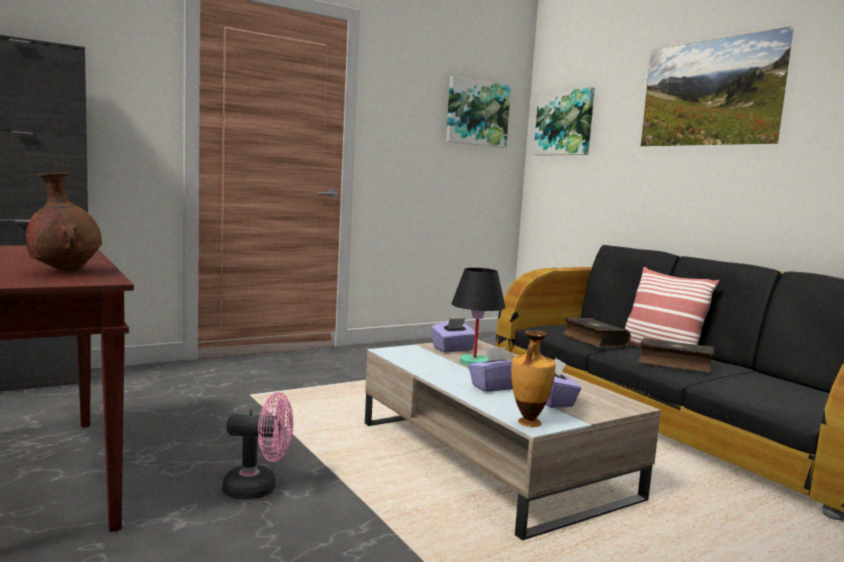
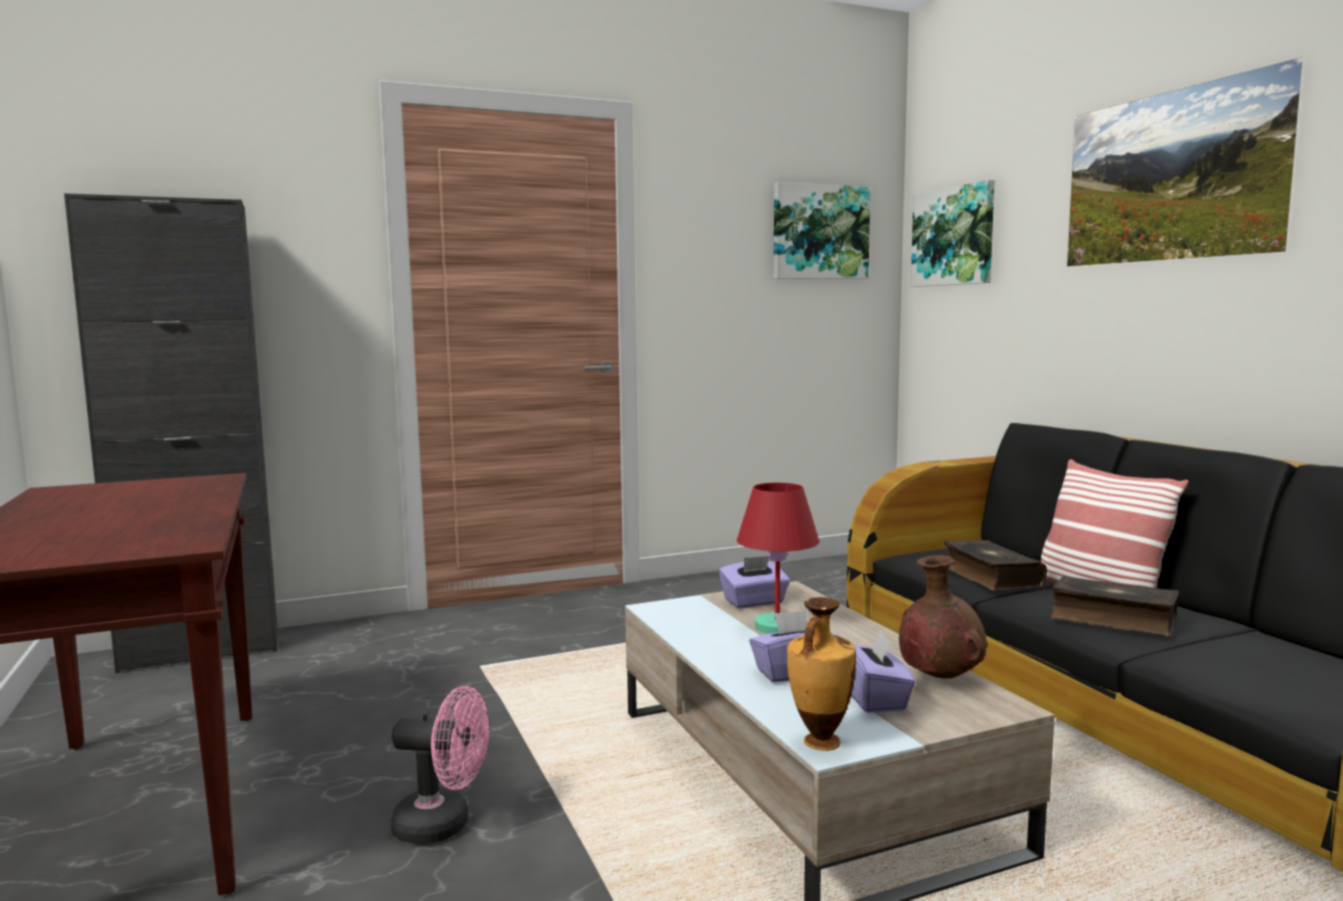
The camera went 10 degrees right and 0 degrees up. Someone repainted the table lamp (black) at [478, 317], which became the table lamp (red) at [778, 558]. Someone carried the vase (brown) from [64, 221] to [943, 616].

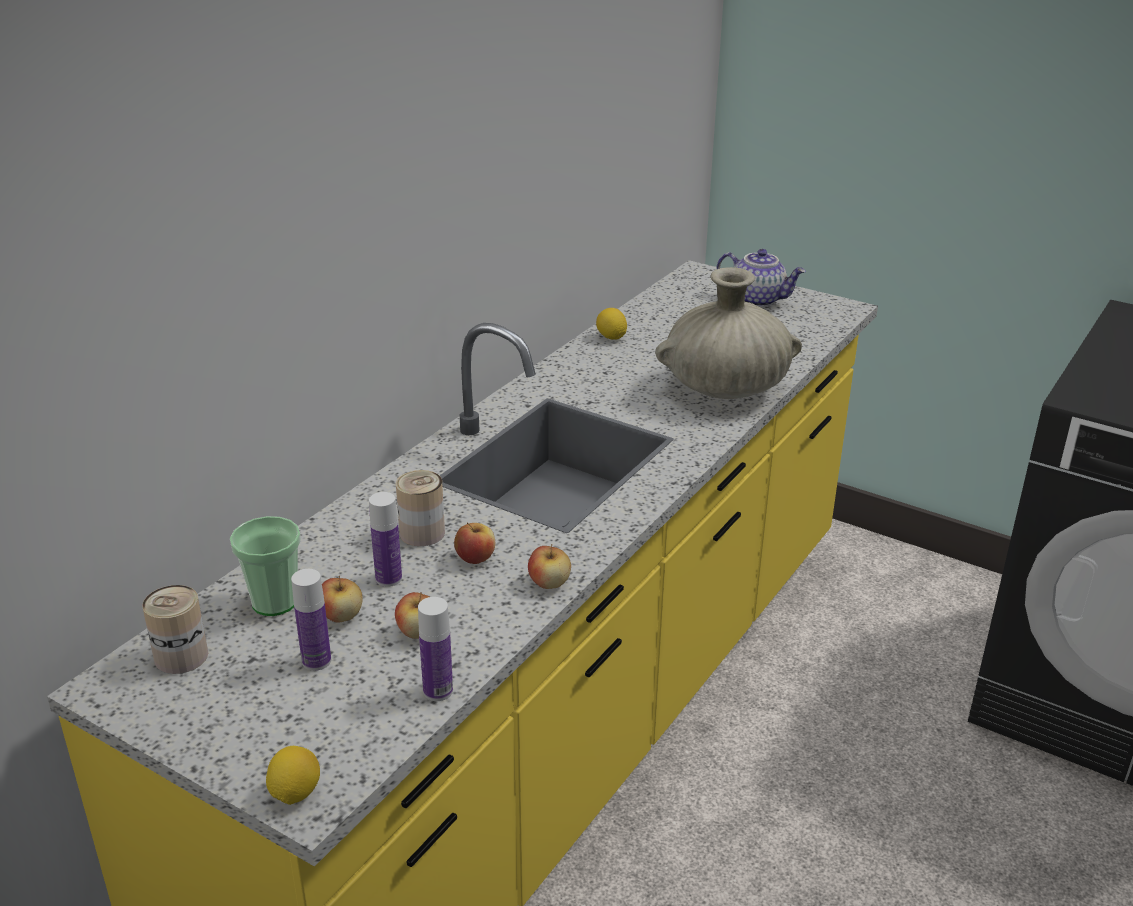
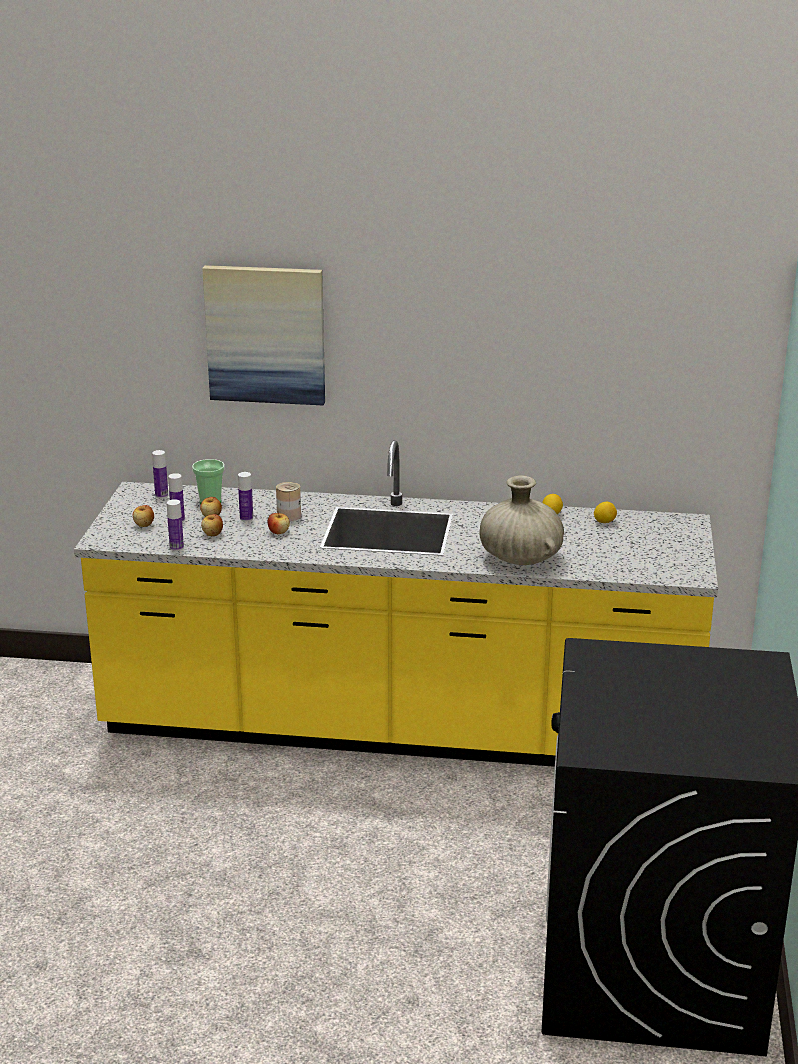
The camera went 65 degrees right and 5 degrees down. Someone carried the apple from [549, 566] to [143, 516]. Someone swapped the can at [175, 629] for the bottle at [160, 474]. Someone put up the picture at [263, 335]. Someone carried the lemon from [293, 775] to [605, 512]. Someone took away the teapot at [761, 278].

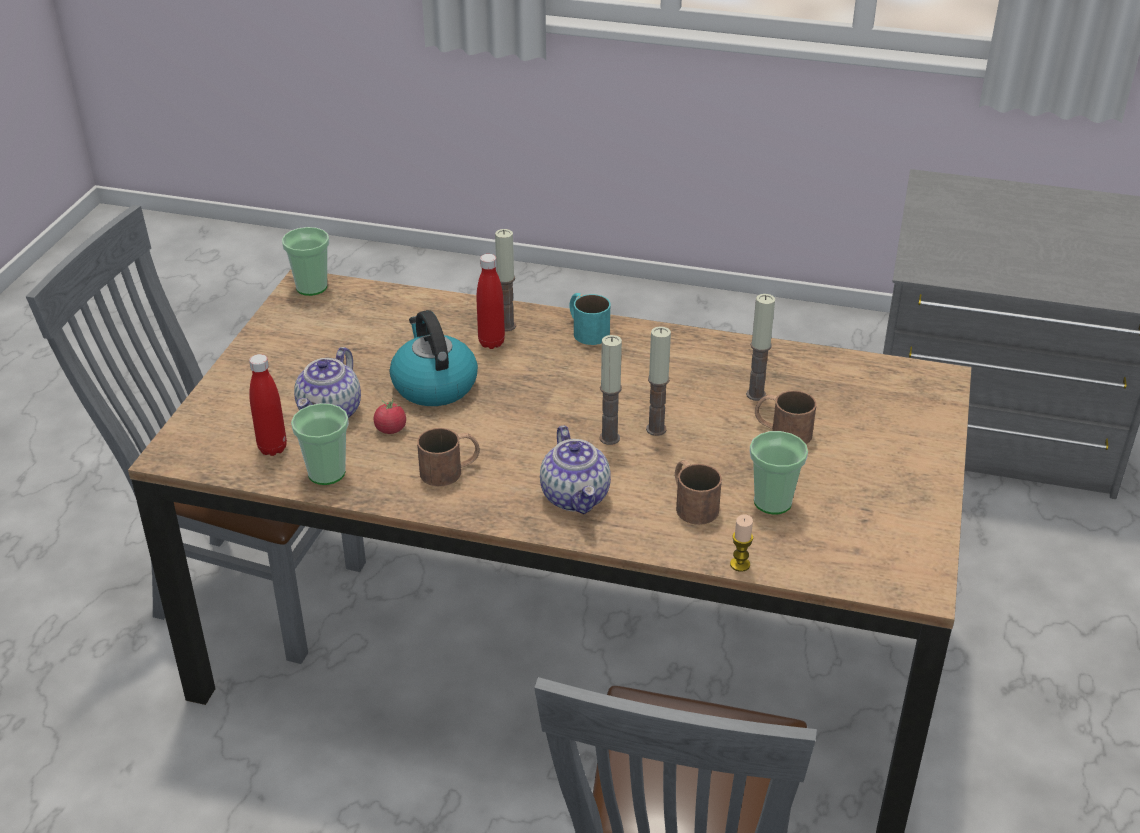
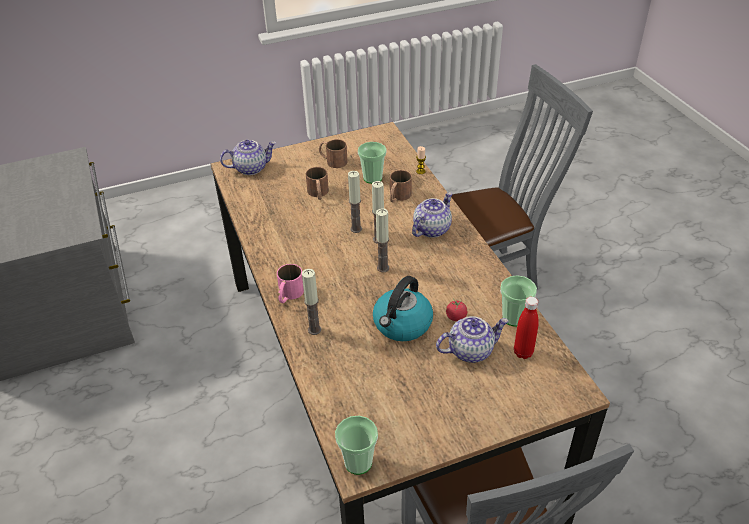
The camera went 125 degrees left and 5 degrees up. Someone put down the teapot at [248, 157]. Someone repainted the mug (turquoise) at [589, 319], which became the mug (pink) at [290, 283]. Someone carried the mug (brown) from [448, 457] to [333, 153]. Someone carried the candle from [760, 347] to [382, 240]. Someone took away the bottle (red) at [490, 301].

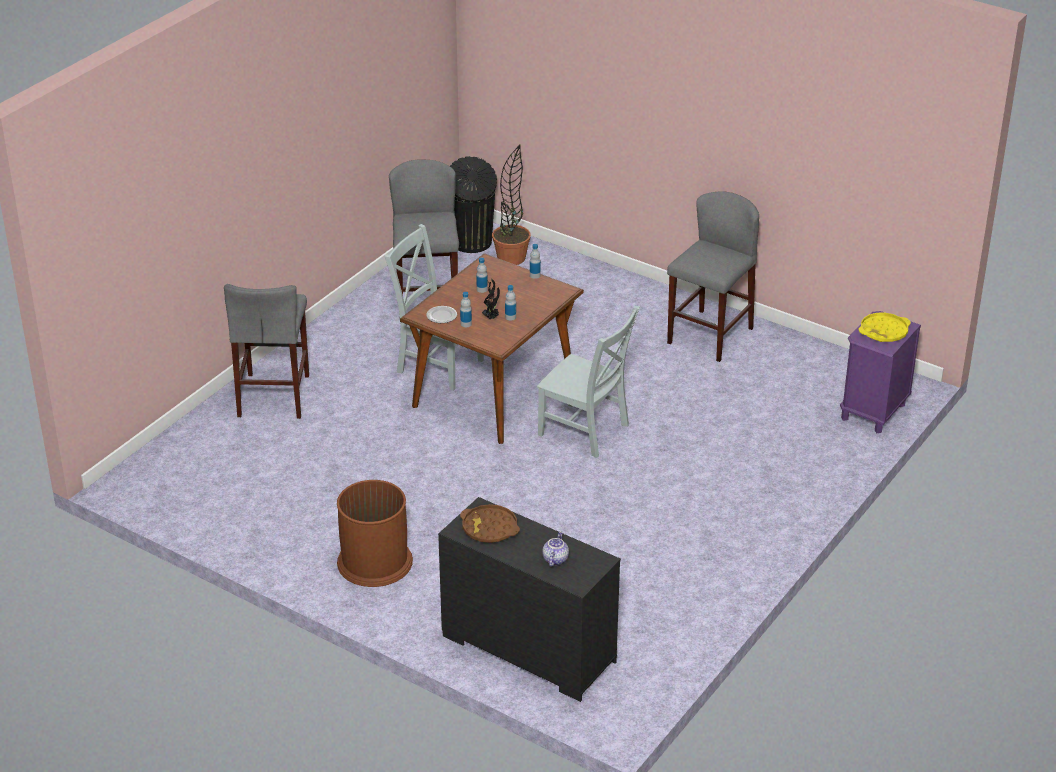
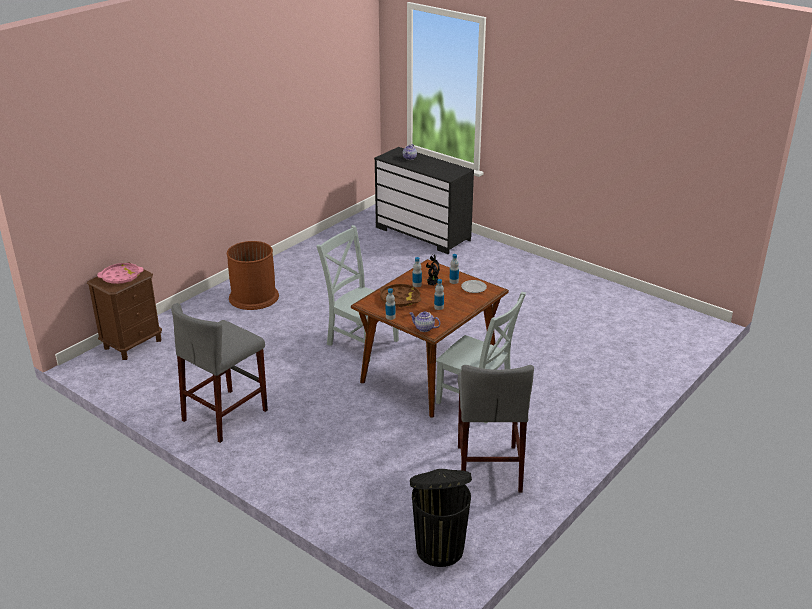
The camera went 175 degrees left and 5 degrees down. Someone repainted the nightstand (purple) at [880, 372], which became the nightstand (brown) at [124, 311]. Someone repainted the tray (yellow) at [885, 327], which became the tray (pink) at [120, 273]. Someone carried the trash can (brown) from [375, 533] to [253, 275]. Someone carried the tray (brown) from [490, 523] to [400, 295]. Someone put down the teapot at [424, 321]. Someone took away the stool (grey) at [266, 351]. Someone took away the potted plant at [511, 205].

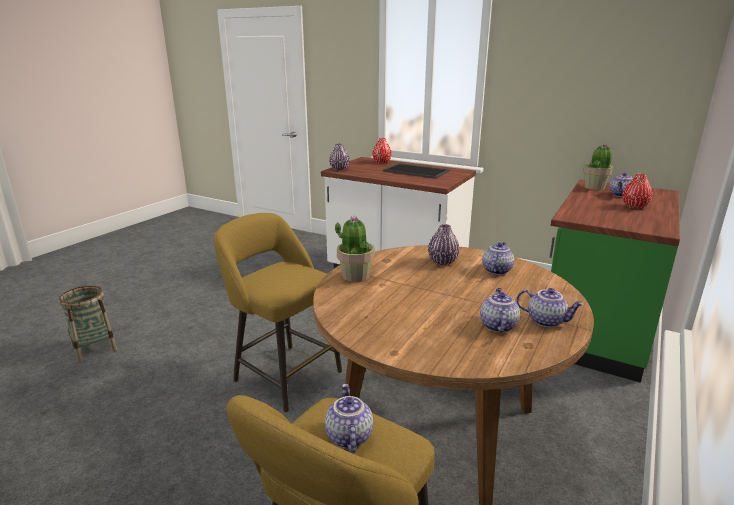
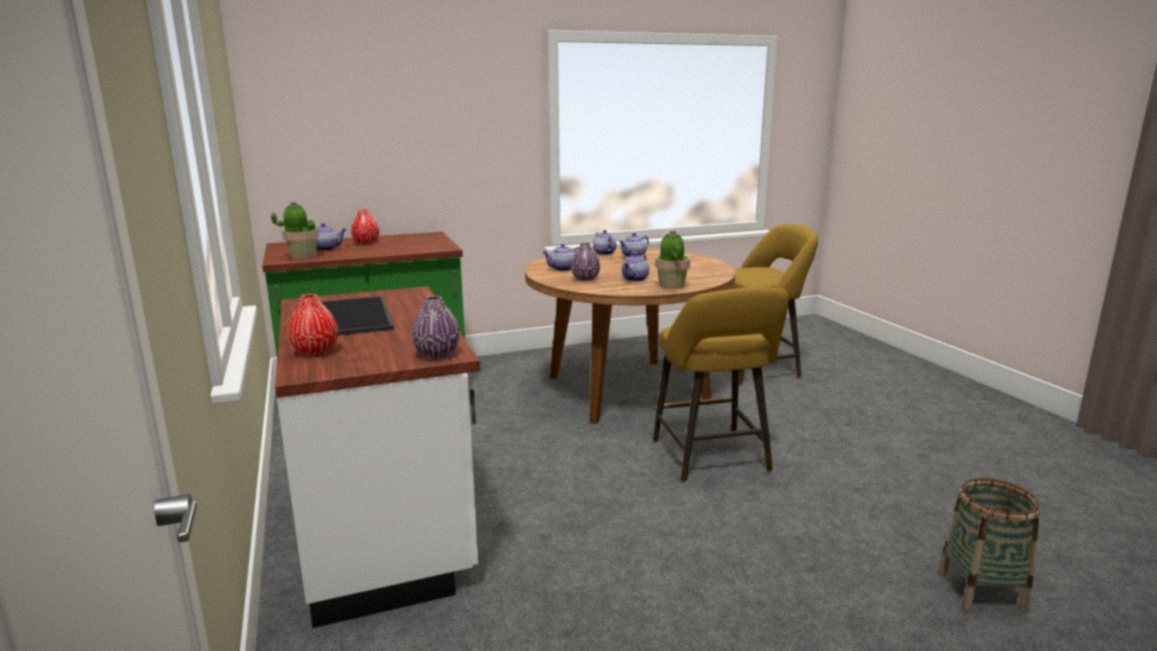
The camera went 140 degrees left and 5 degrees down. Someone carried the teapot from [349, 419] to [635, 267].

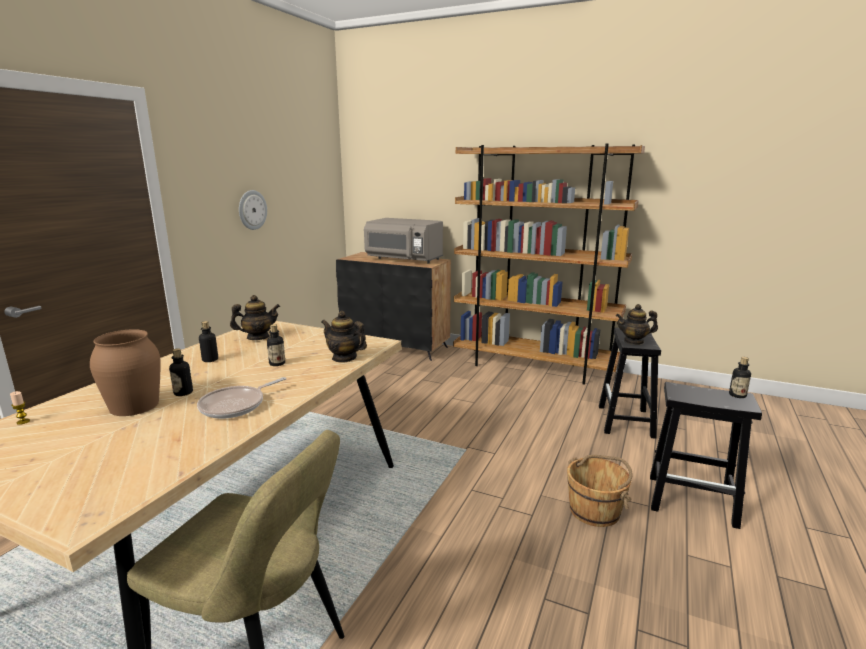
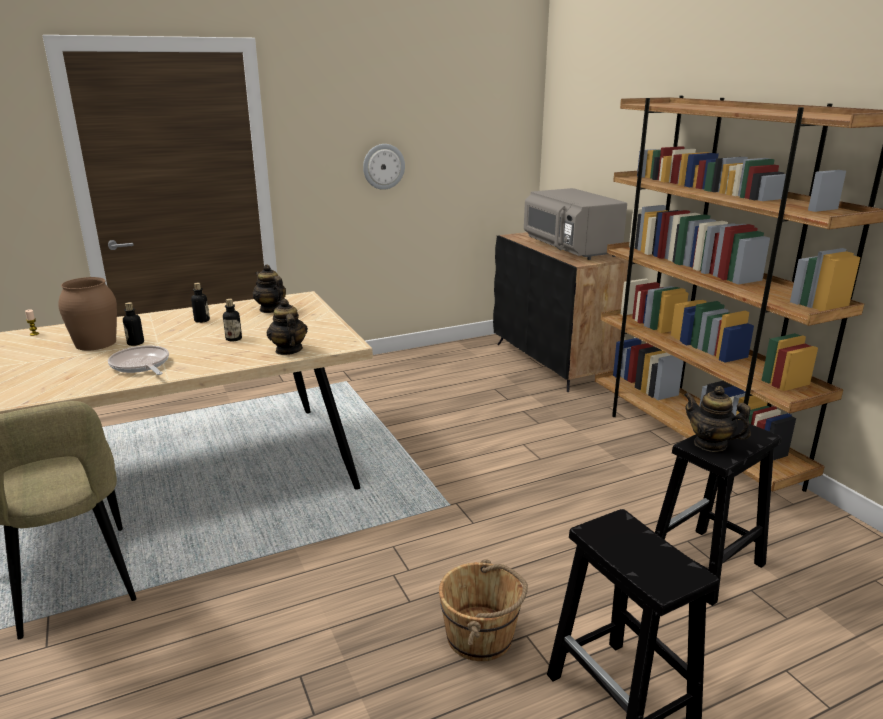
The camera went 40 degrees right and 5 degrees up. Someone rotated the frying pan at [241, 398] by 60 degrees clockwise. Someone rotated the teapot at [255, 317] by 150 degrees counterclockwise. Someone took away the bottle at [740, 377].

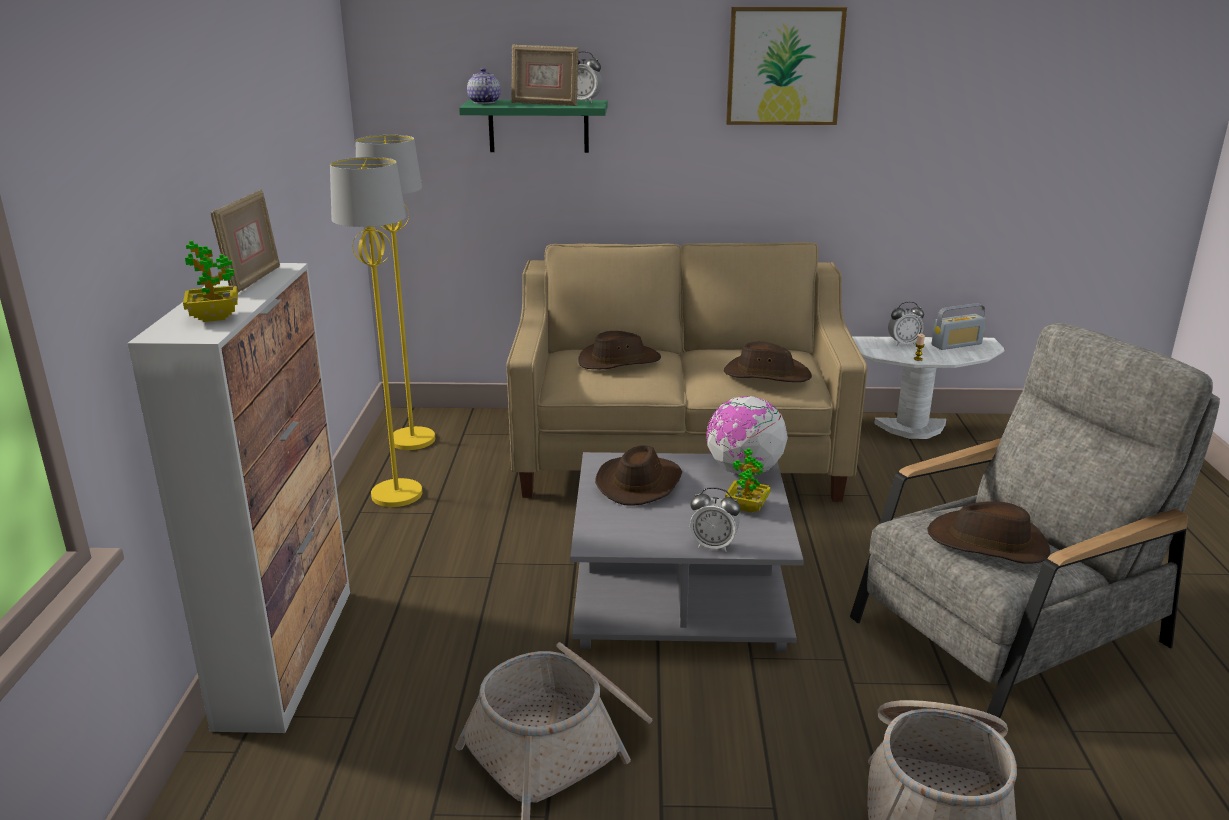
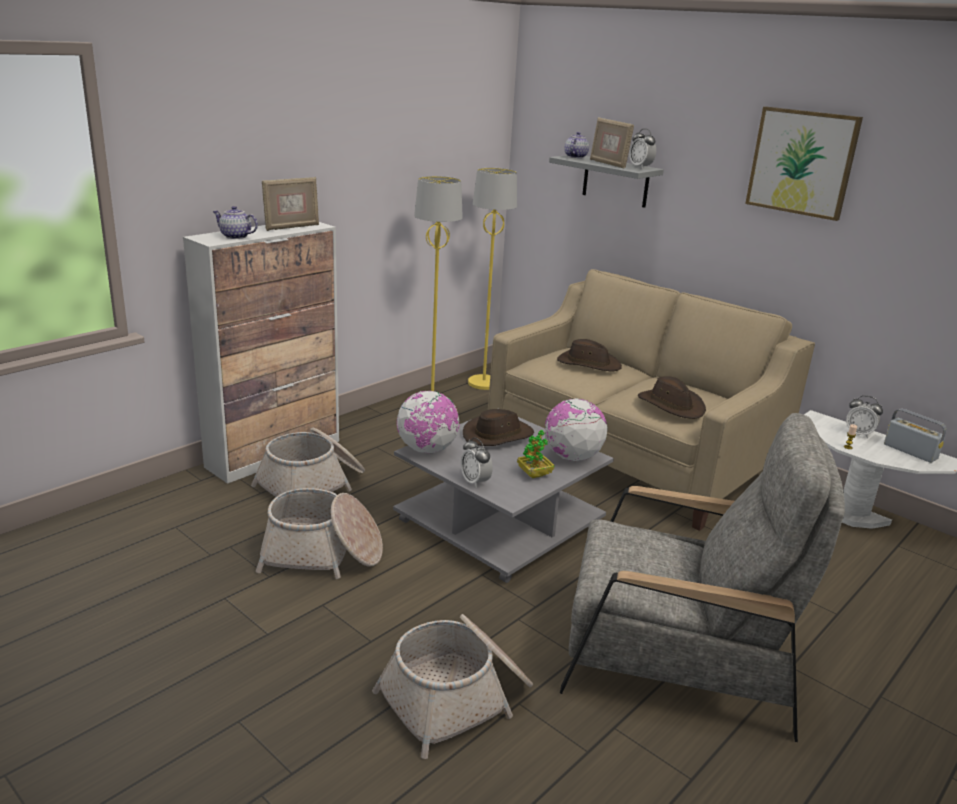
The camera went 40 degrees right and 0 degrees up. Someone swapped the potted plant at [210, 281] for the teapot at [235, 222]. Someone put down the basket at [308, 462]. Someone put down the globe at [428, 422]. Someone repainted the shelf (green) at [533, 126], which became the shelf (grey) at [606, 181]. Someone rotated the radio at [958, 326] by 150 degrees counterclockwise. Someone took away the hat (brown) at [989, 532].

